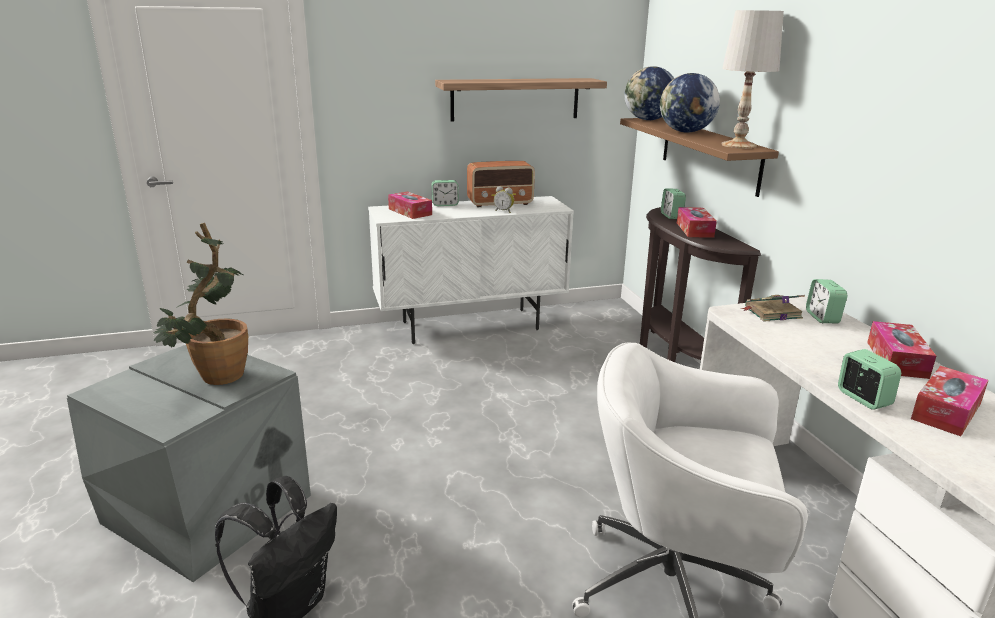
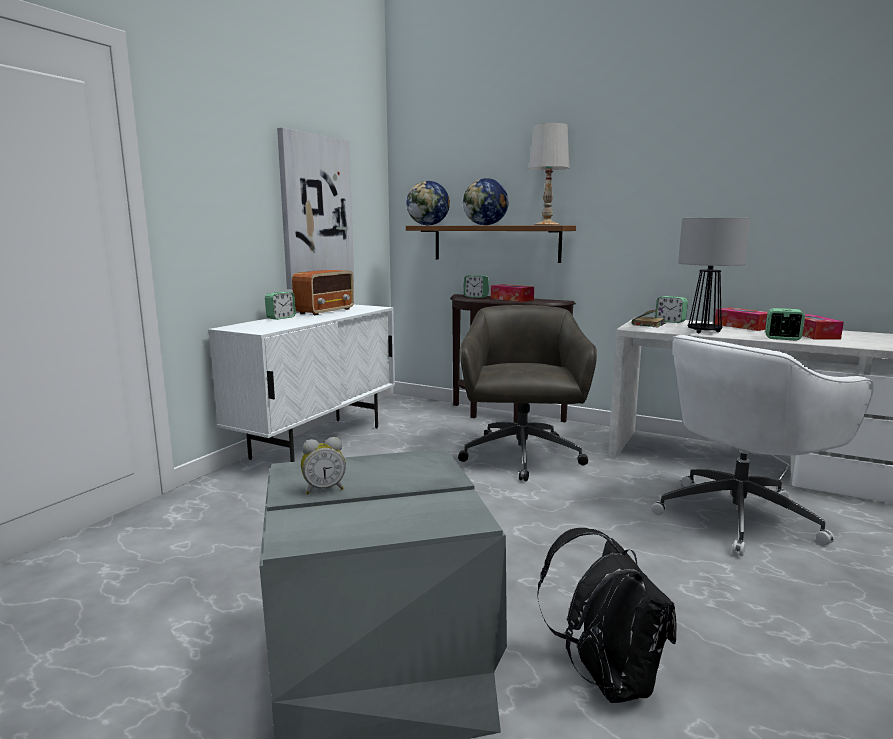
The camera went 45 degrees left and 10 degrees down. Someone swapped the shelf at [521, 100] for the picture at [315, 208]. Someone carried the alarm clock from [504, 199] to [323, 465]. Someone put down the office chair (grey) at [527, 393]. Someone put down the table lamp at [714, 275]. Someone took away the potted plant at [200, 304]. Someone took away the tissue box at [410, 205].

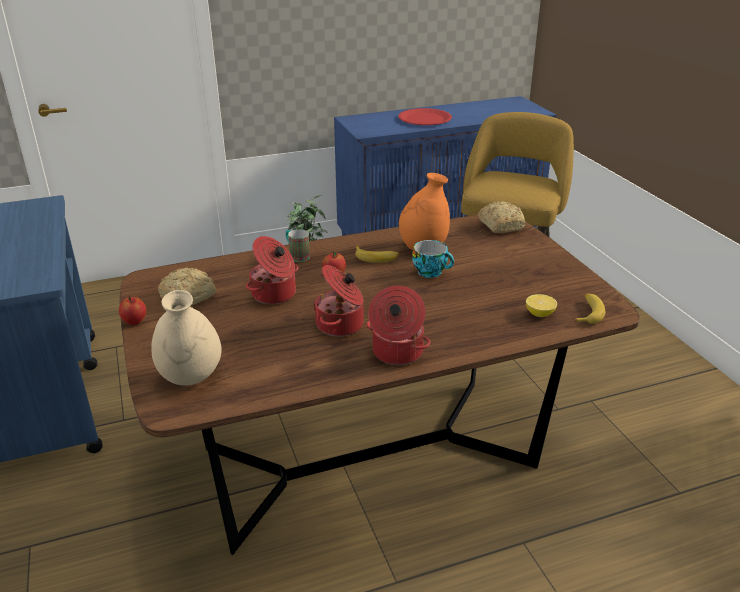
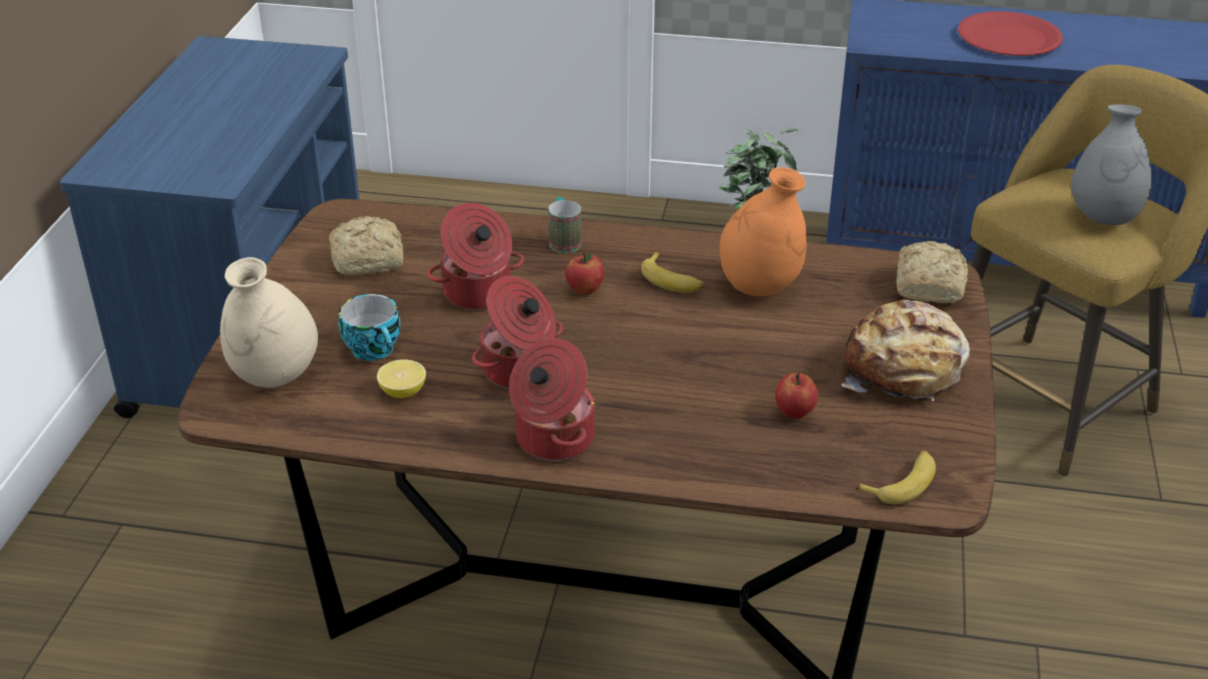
The camera went 30 degrees right and 5 degrees up. Someone carried the cup from [433, 259] to [369, 327]. Someone carried the lemon from [541, 305] to [401, 378]. Someone carried the apple from [133, 310] to [796, 395]. Someone put down the bread at [905, 350]. Someone put down the vase (grey) at [1111, 165].

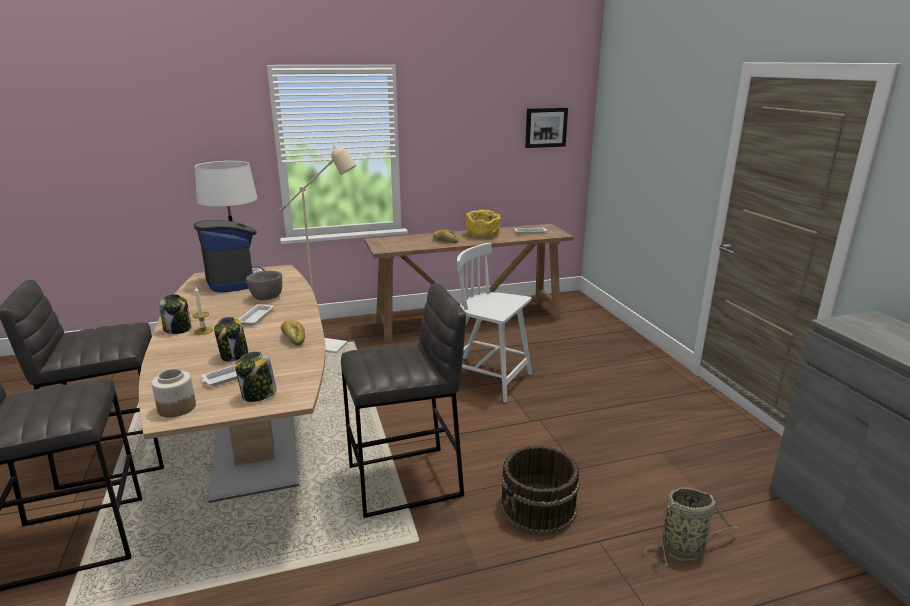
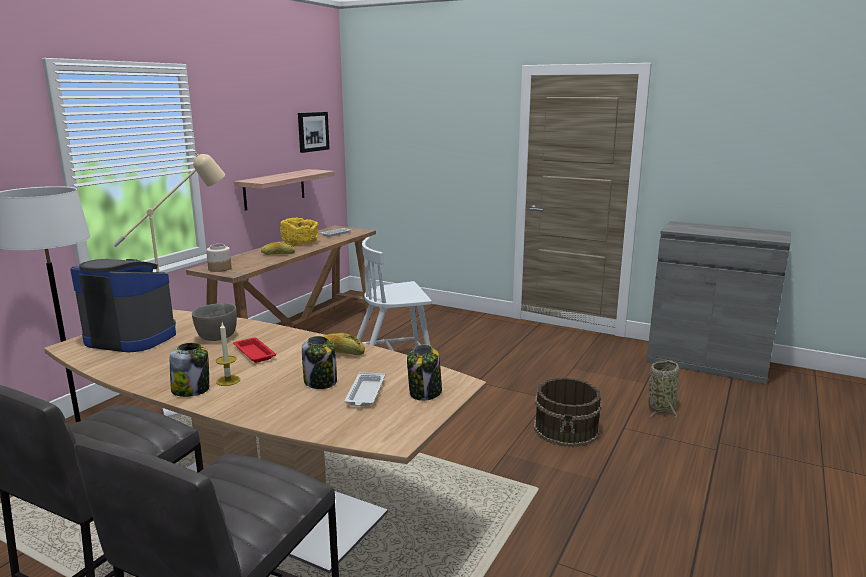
The camera went 45 degrees left and 5 degrees down. Someone carried the jar from [173, 393] to [219, 258]. Someone repainted the tray (white) at [256, 315], which became the tray (red) at [254, 350]. Someone put up the shelf at [284, 190]. Someone took away the stool (grey) at [403, 400].

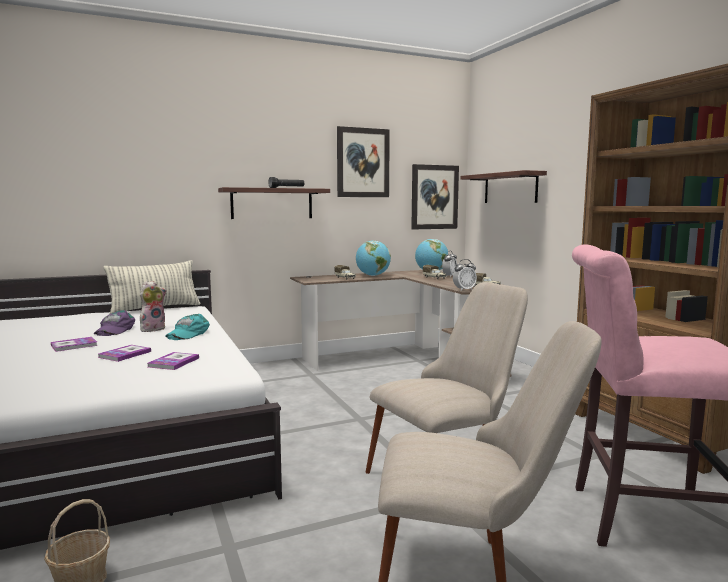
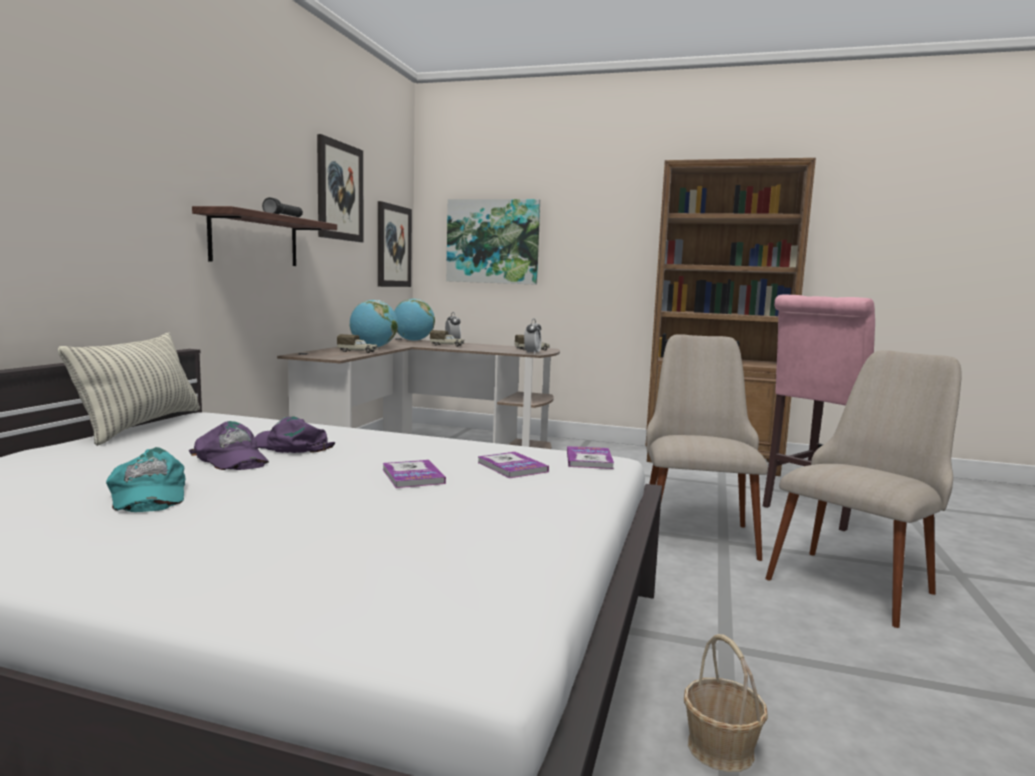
The camera went 50 degrees left and 0 degrees up. Someone carried the cap (turquoise) from [187, 327] to [145, 479]. Someone swapped the plush toy at [153, 306] for the cap (purple) at [295, 434]. Someone swapped the shelf at [504, 186] for the picture at [493, 242]. Someone carried the book from [74, 344] to [590, 457].

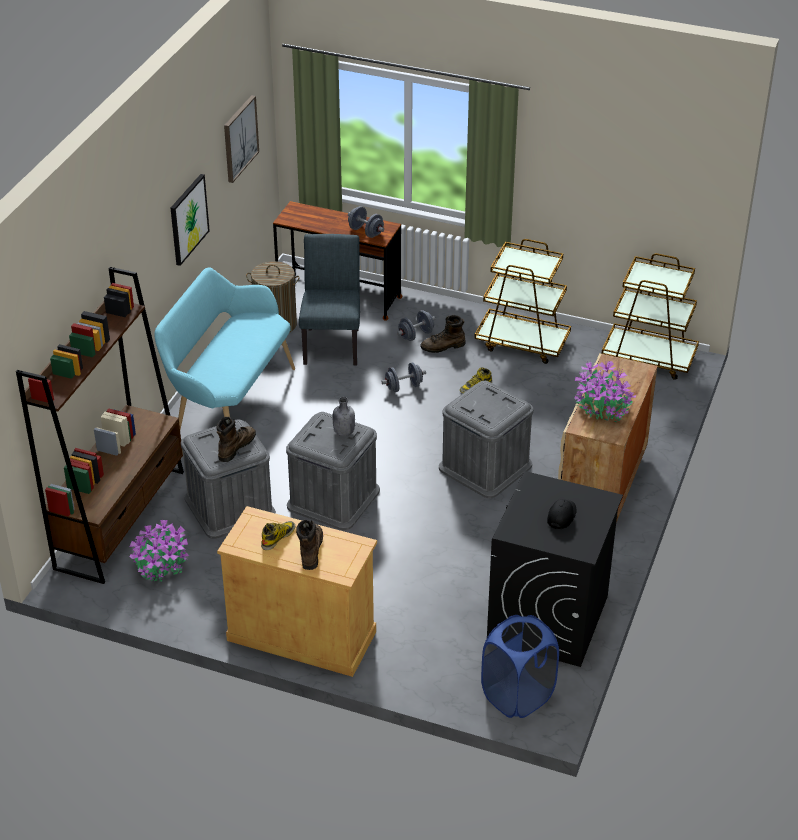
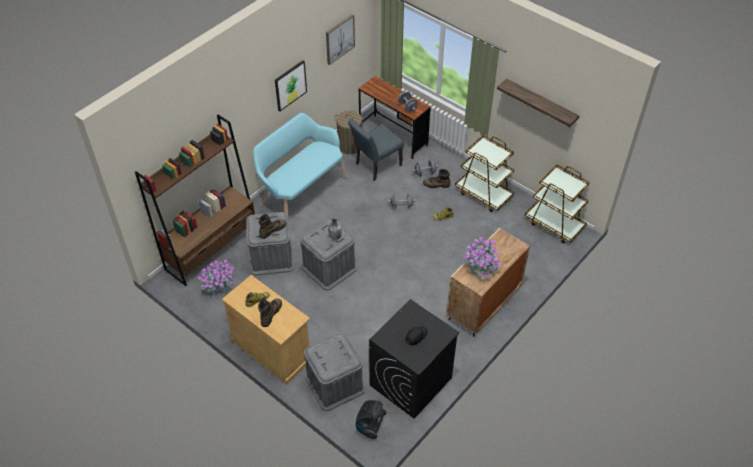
The camera went 20 degrees right and 10 degrees up. Someone carried the storage box (grey) from [486, 439] to [334, 372]. Someone rotated the chair (grey) at [329, 300] by 150 degrees counterclockwise. Someone swapped the laundry basket (blue) at [520, 666] for the vacuum cleaner at [371, 419]. Someone put up the shelf at [538, 102].

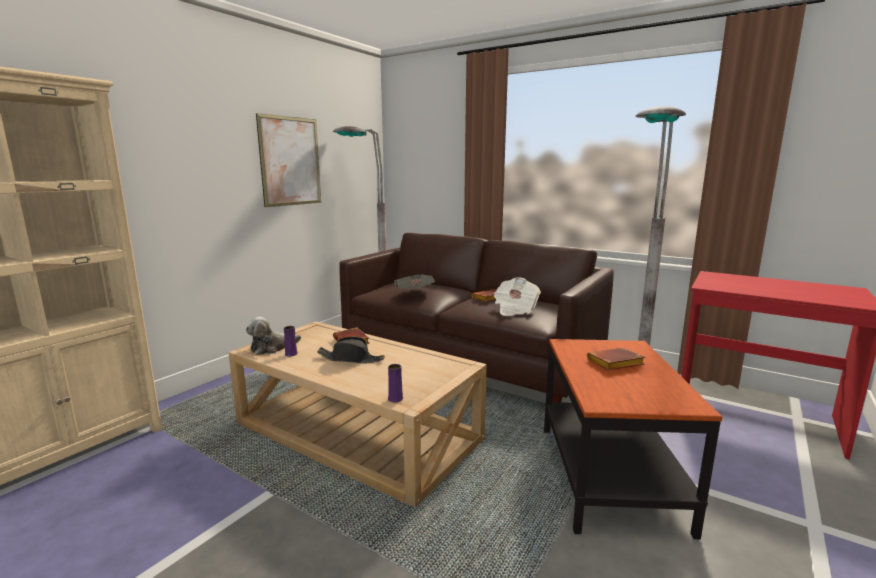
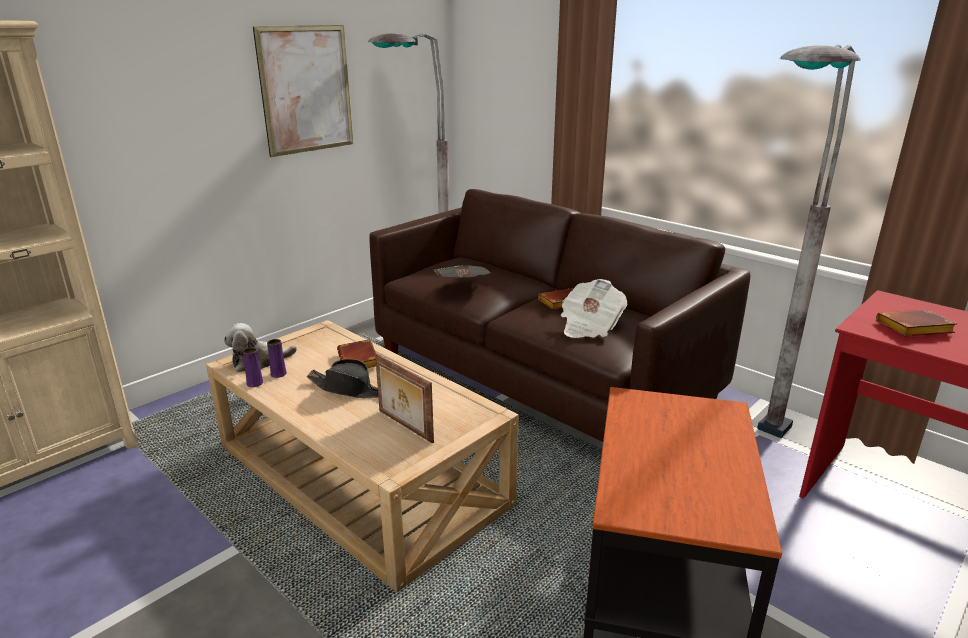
The camera went 10 degrees right and 10 degrees up. Someone carried the vase (purple) from [395, 383] to [252, 367]. Someone put down the picture frame at [404, 398]. Someone carried the book (brown) from [616, 359] to [916, 323].

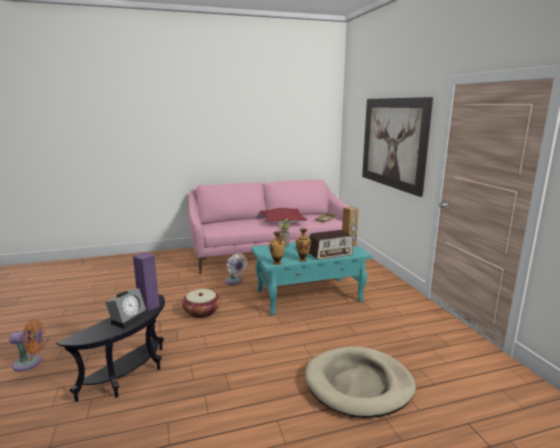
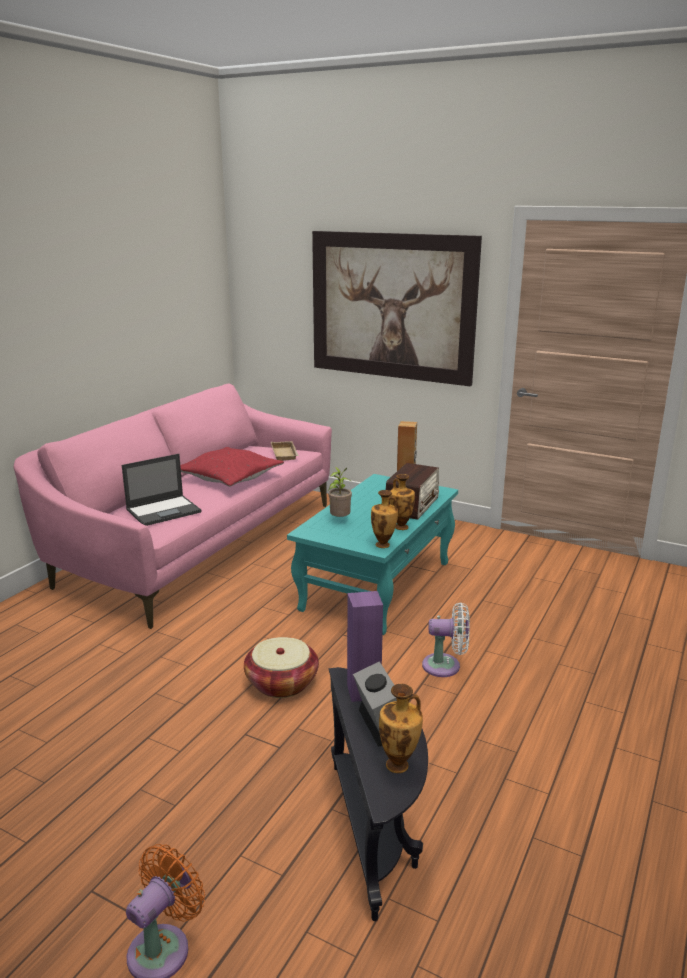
The camera went 45 degrees left and 5 degrees up. Someone put down the laptop at [162, 490]. Someone put down the vase at [401, 728]. Someone carried the fan (white) from [236, 269] to [446, 639]. Someone took away the dog bed (beige) at [360, 382].

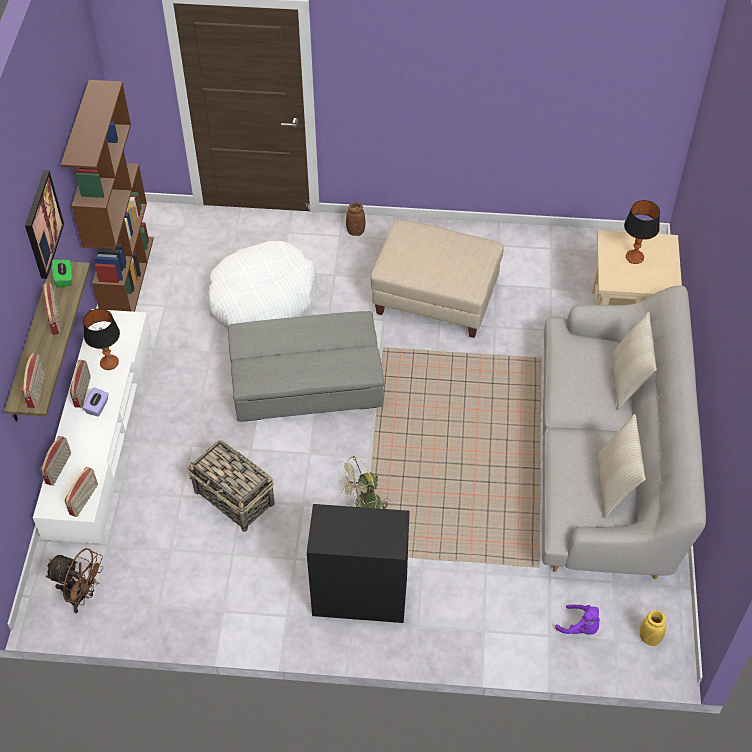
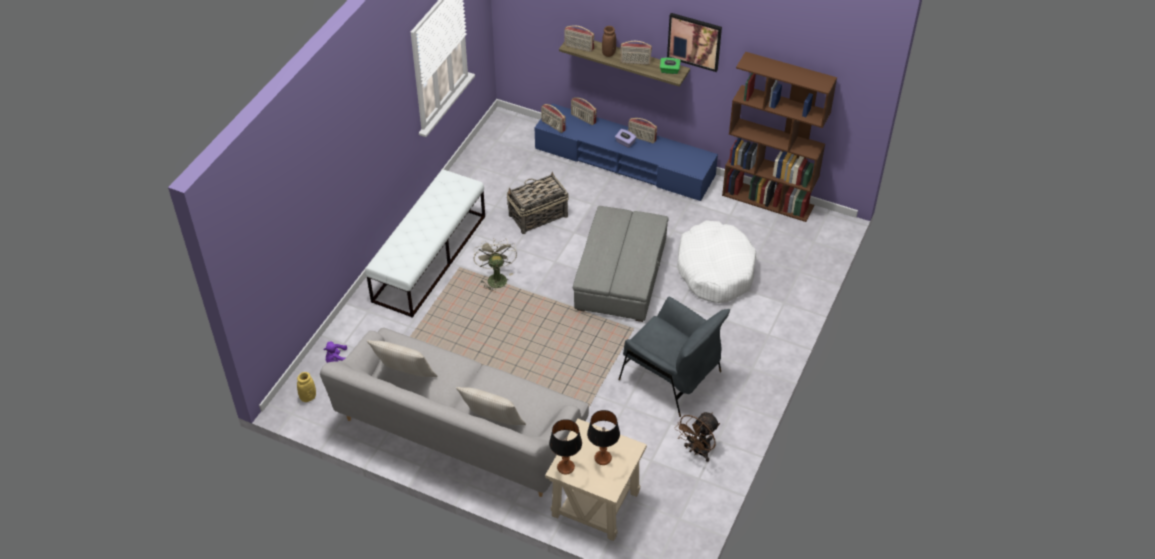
The camera went 110 degrees right and 5 degrees down. Someone swapped the cabinet (black) at [358, 563] for the bench (white) at [425, 243]. Someone repainted the tv stand (white) at [92, 426], which became the tv stand (blue) at [626, 152]. Someone carried the table lamp from [101, 339] to [565, 447]. Someone carried the vase (brown) from [355, 219] to [609, 41]. Someone swapped the ottoman (beige) at [437, 279] for the armchair (grey) at [674, 357]. Someone carried the fan (brown) from [74, 580] to [697, 437].

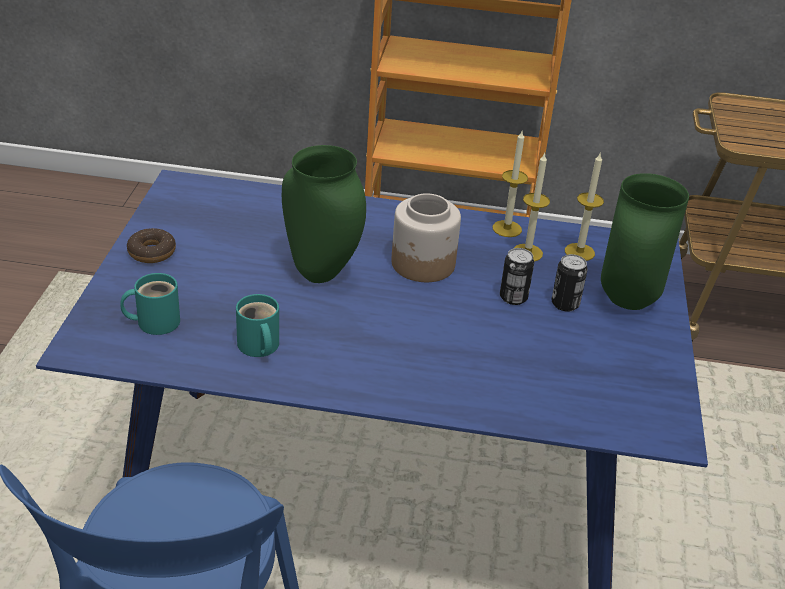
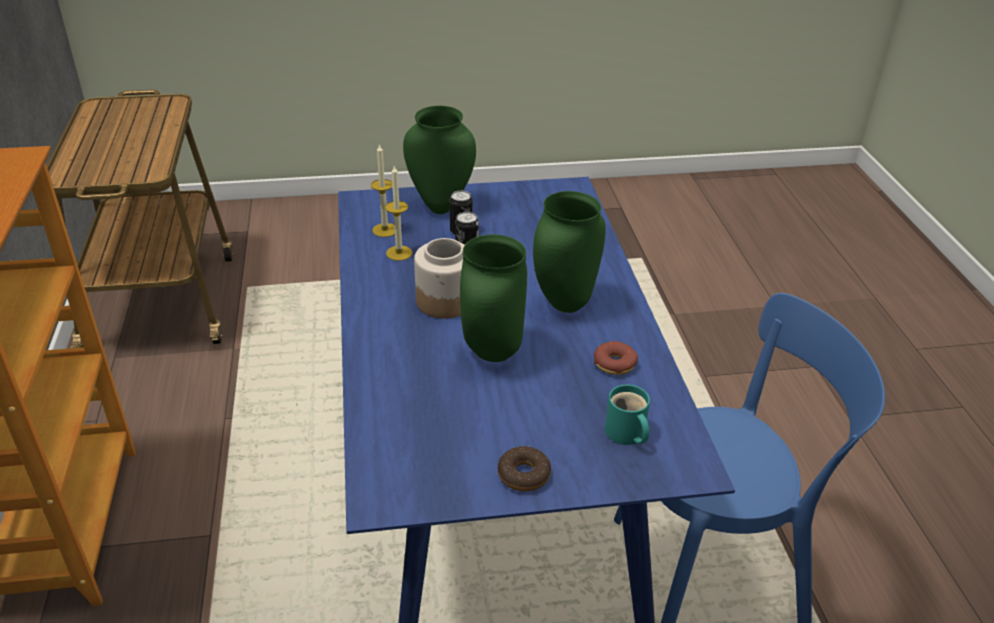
The camera went 105 degrees left and 0 degrees up. Someone put down the vase (green) at [569, 252]. Someone swapped the mug (turquoise) at [257, 325] for the donut at [616, 358]. Someone took away the candle at [510, 184].

